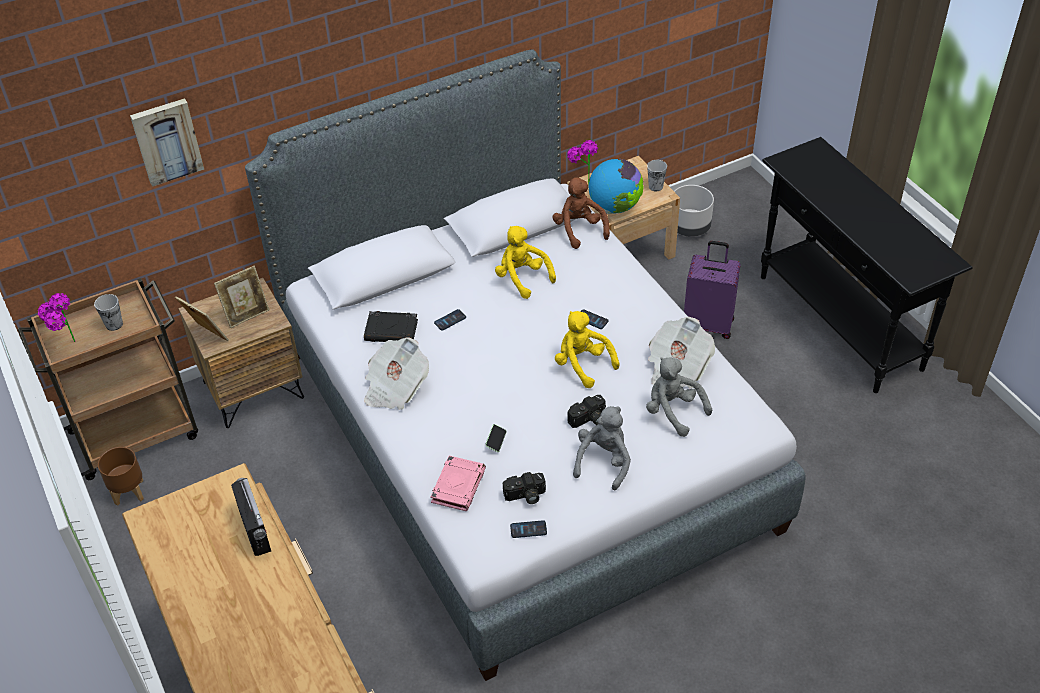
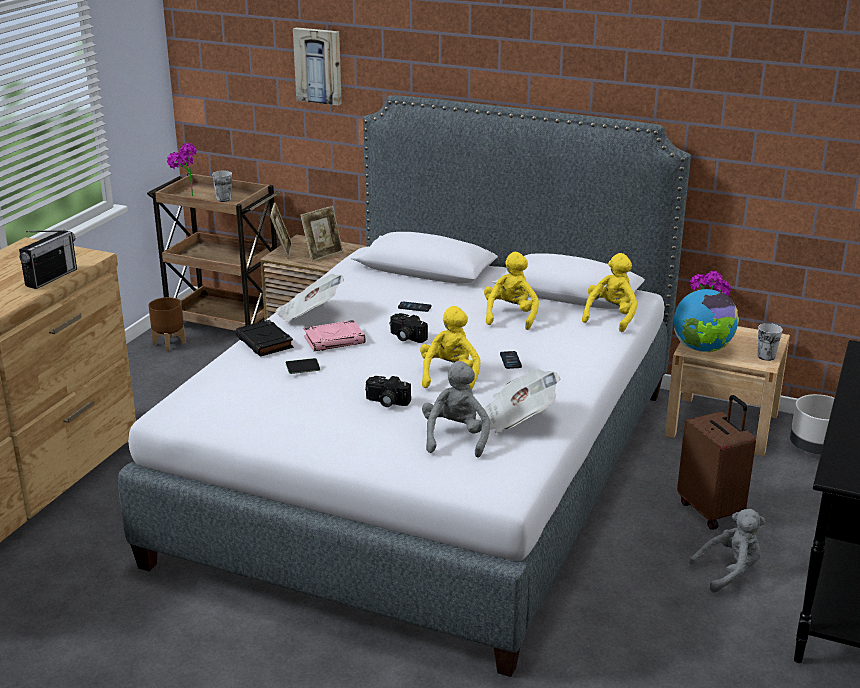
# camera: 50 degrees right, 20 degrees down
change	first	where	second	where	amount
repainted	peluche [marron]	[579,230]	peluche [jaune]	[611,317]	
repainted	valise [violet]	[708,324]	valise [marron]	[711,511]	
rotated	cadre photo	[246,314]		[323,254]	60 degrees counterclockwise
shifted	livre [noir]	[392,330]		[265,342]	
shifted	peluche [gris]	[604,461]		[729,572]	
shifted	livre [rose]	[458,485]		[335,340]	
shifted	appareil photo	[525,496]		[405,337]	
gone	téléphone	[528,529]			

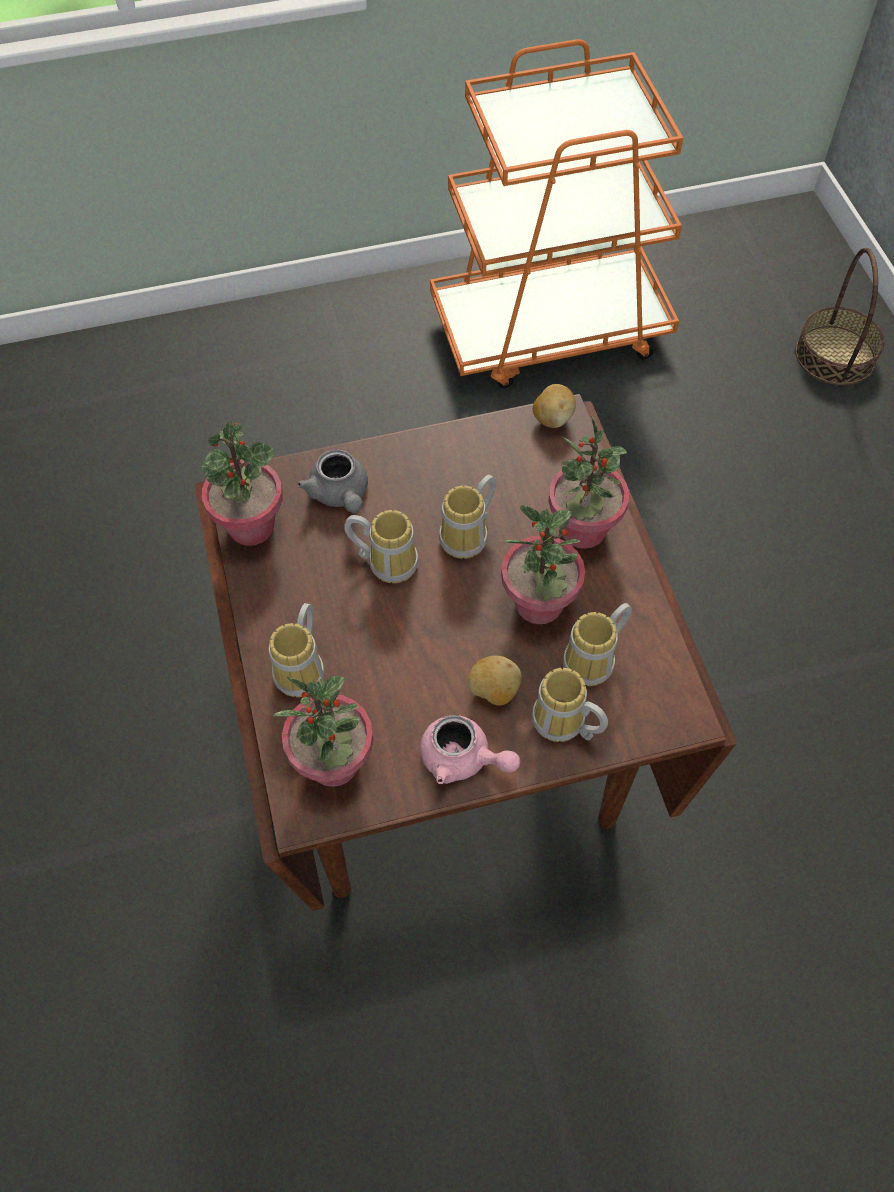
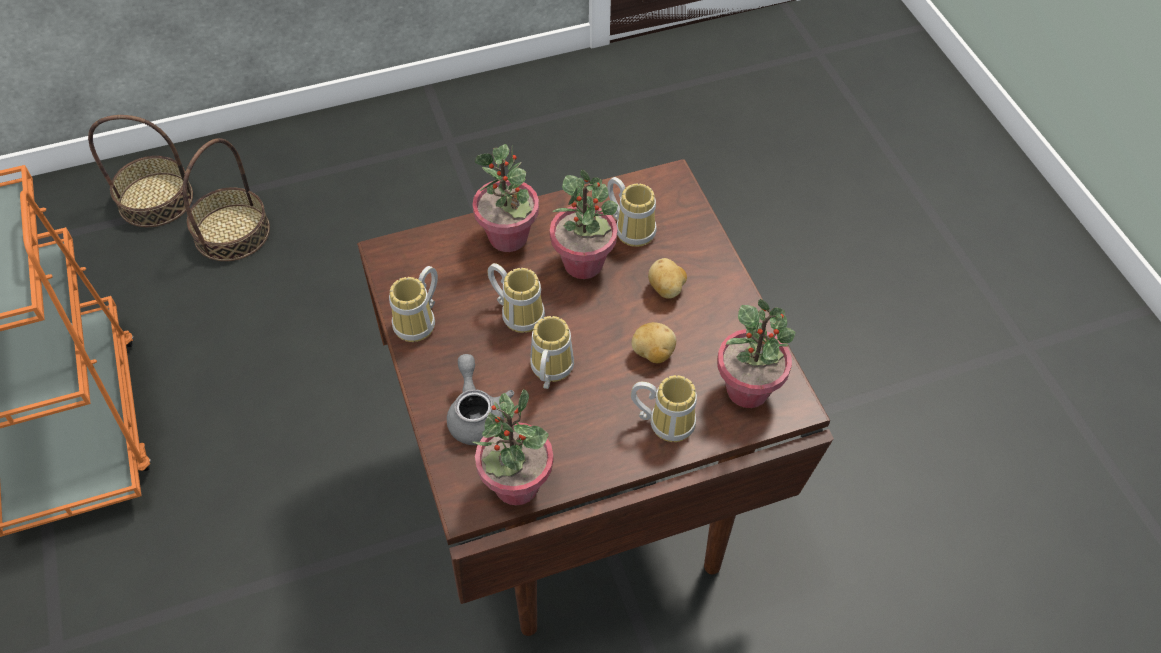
# camera: 95 degrees left, 5 degrees down
change	first	where	second	where	amount
shifted	pomme de terre	[552,418]		[652,353]	
rotated	théière [gris]	[340,495]		[476,414]	75 degrees counterclockwise
shifted	mug	[563,726]		[420,323]	
gone	théière [rose]	[463,759]			
new			panier	[232,232]	

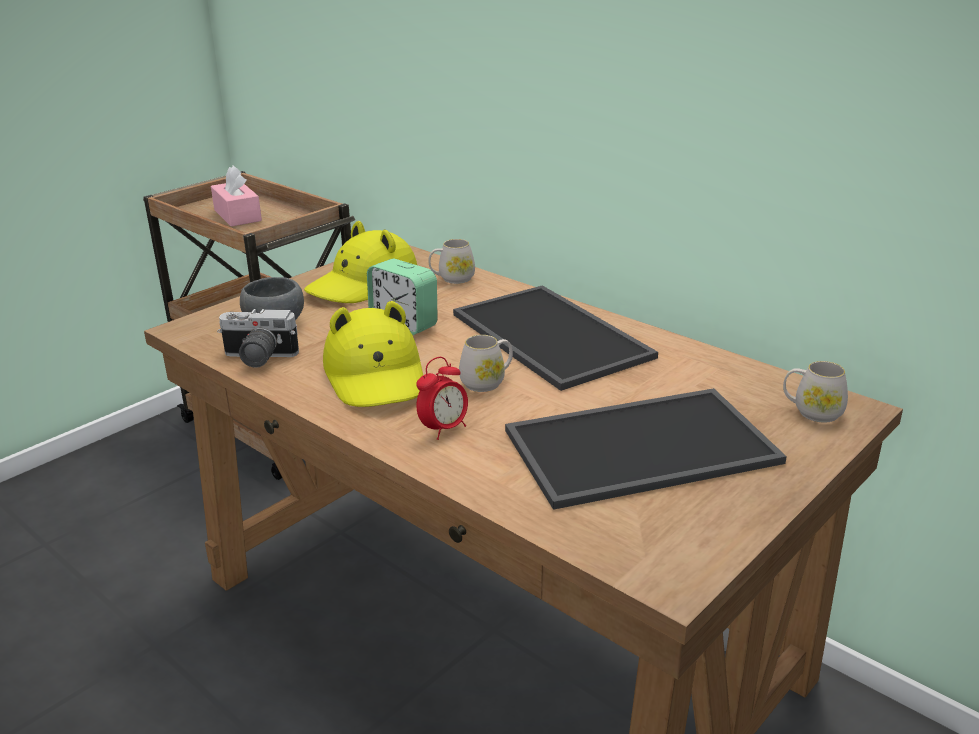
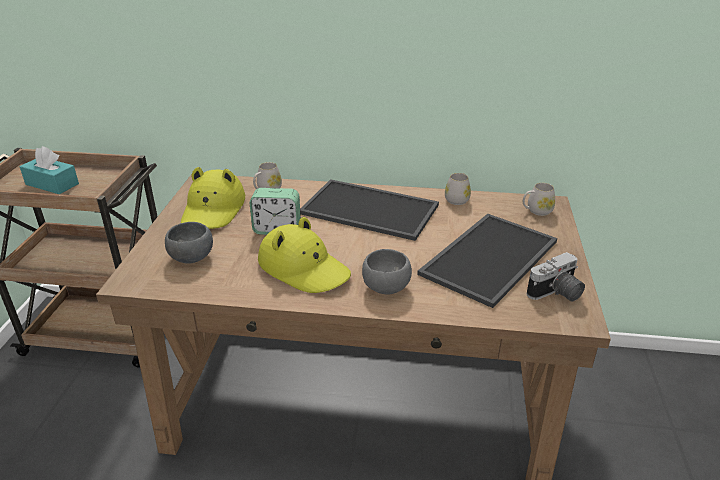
# camera: 35 degrees left, 5 degrees up
change	first	where	second	where	amount
repainted	boîte à mouchoirs [rose]	[237,215]	boîte à mouchoirs [turquoise]	[52,184]	
shifted	appareil photo	[257,358]		[556,294]	
shifted	mug [blanc]	[487,382]		[457,198]	
swapped	réveil	[444,429]	bol [gris]	[385,286]	

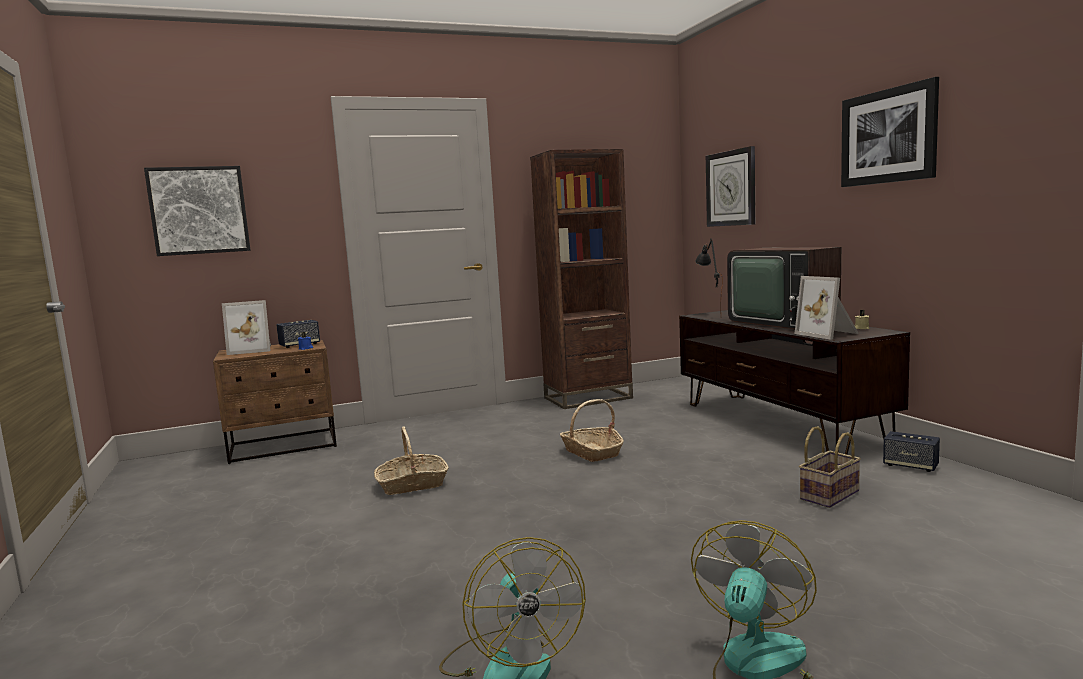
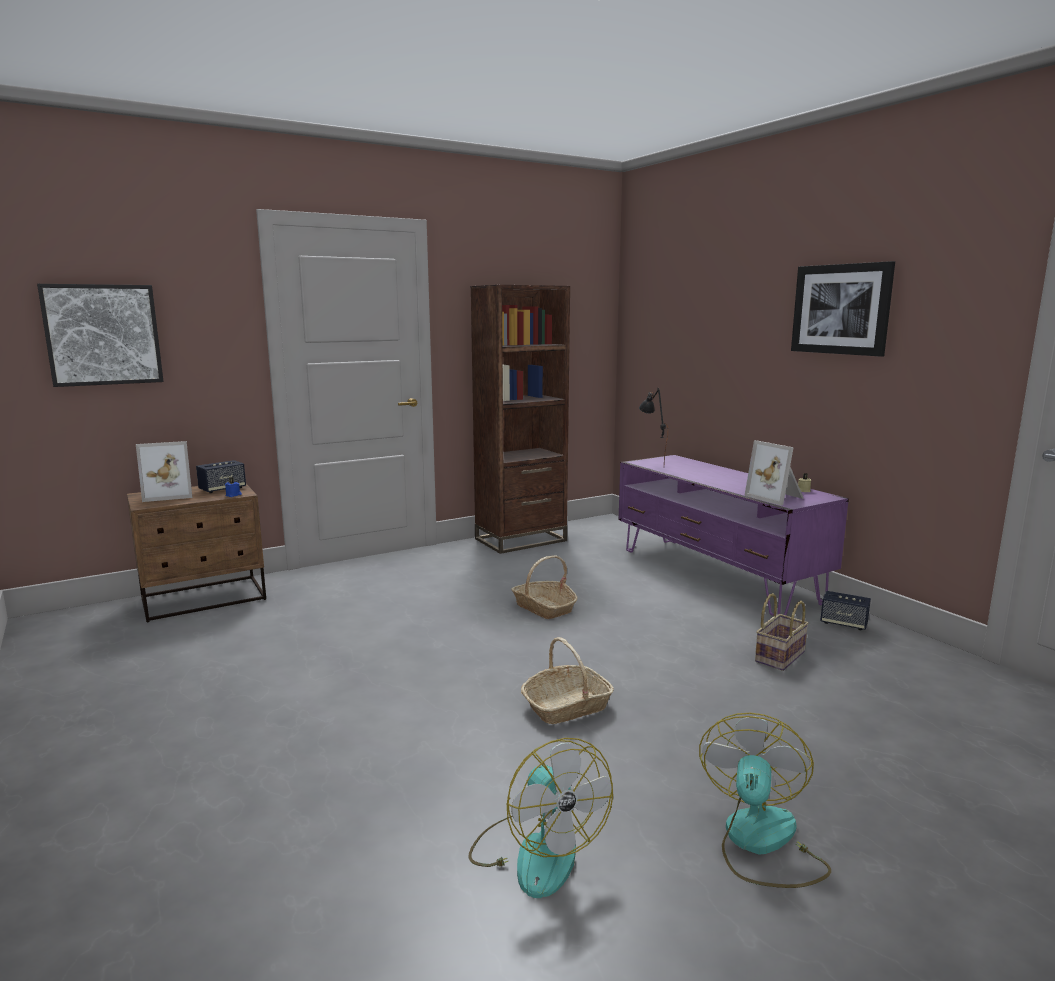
# camera: 10 degrees left, 5 degrees up
change	first	where	second	where	amount
gone	horloge murale	[731,188]			
gone	téléviseur	[785,322]			
repainted	meuble télé [marron]	[779,424]	meuble télé [violet]	[716,574]	
shifted	panier	[412,484]		[567,706]	

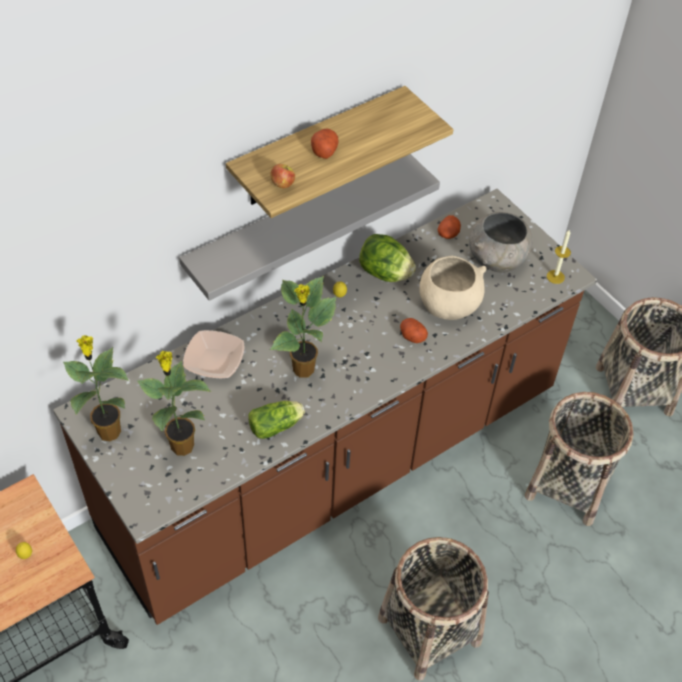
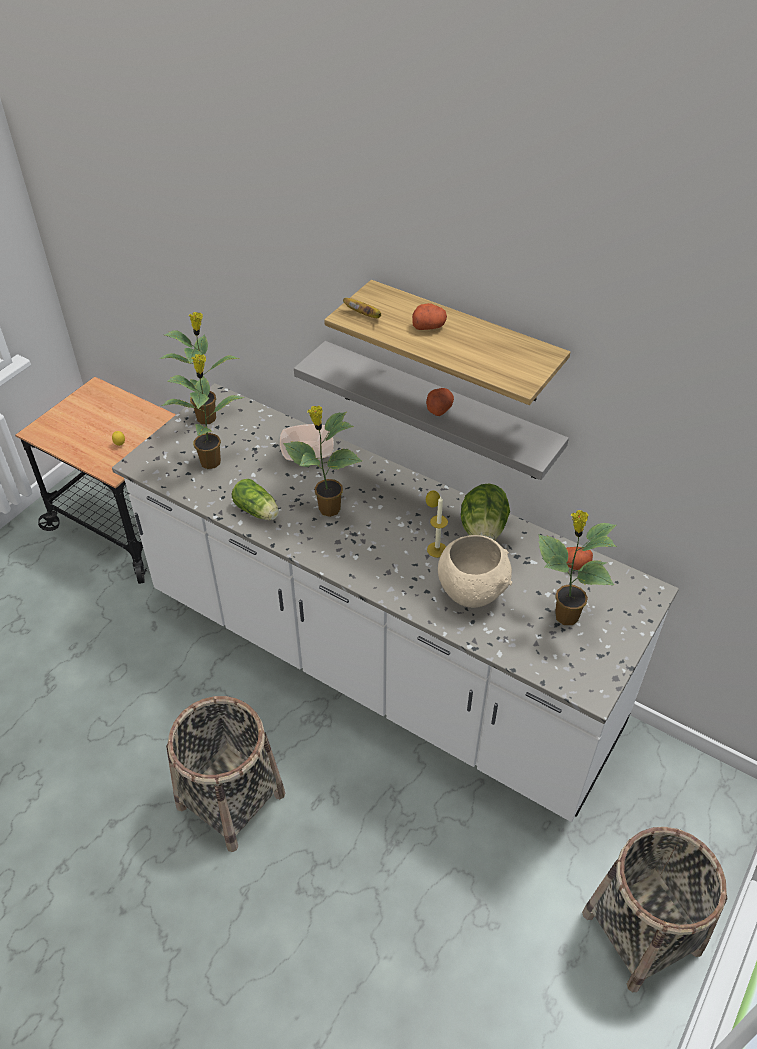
# camera: 70 degrees right, 5 degrees down
change	first	where	second	where	amount
swapped	pomme	[282,184]	banane	[364,315]	
repainted	comptoir de cuisine [marron]	[334,462]	comptoir de cuisine [blanc]	[378,662]	
swapped	bol [gris]	[497,261]	plante en pot	[564,616]	
shifted	bougie	[555,277]		[437,549]	
shifted	pomme de terre	[412,336]		[439,408]	
gone	panier	[568,485]			

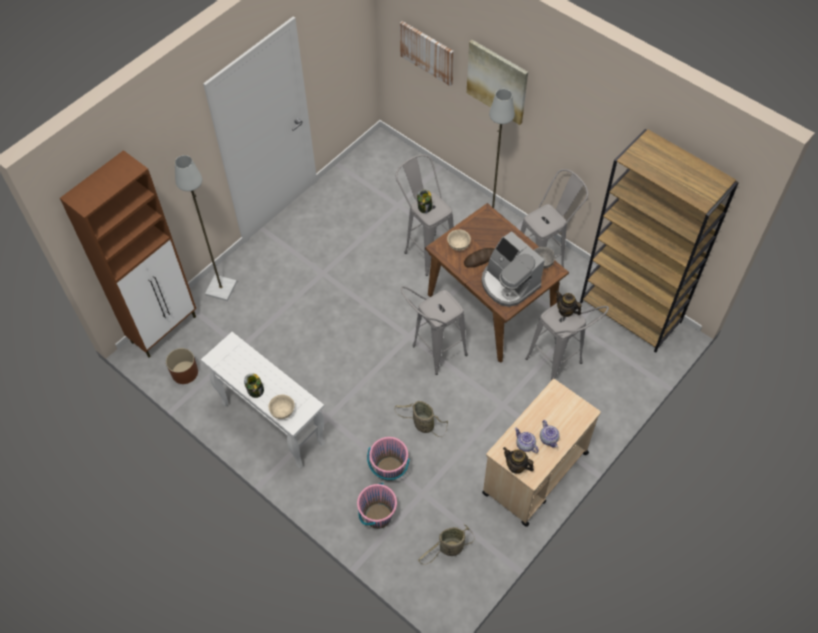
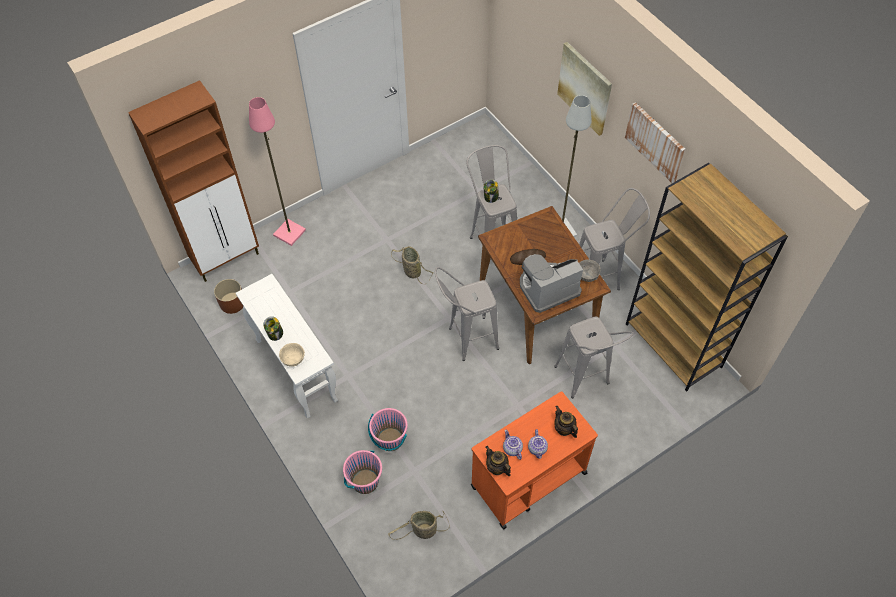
# camera: 15 degrees right, 0 degrees up
change	first	where	second	where	amount
shifted	tableau	[427,52]		[655,142]	
repainted	lampadaire [gris]	[220,288]	lampadaire [rose]	[289,232]	
gone	bol [beige]	[458,245]			
rotated	machine à café	[508,283]		[547,288]	90 degrees clockwise
shifted	théière	[566,311]		[564,428]	
repainted	chariot [beige]	[534,473]	chariot [orange]	[528,480]	
shifted	panier	[422,424]		[411,271]	

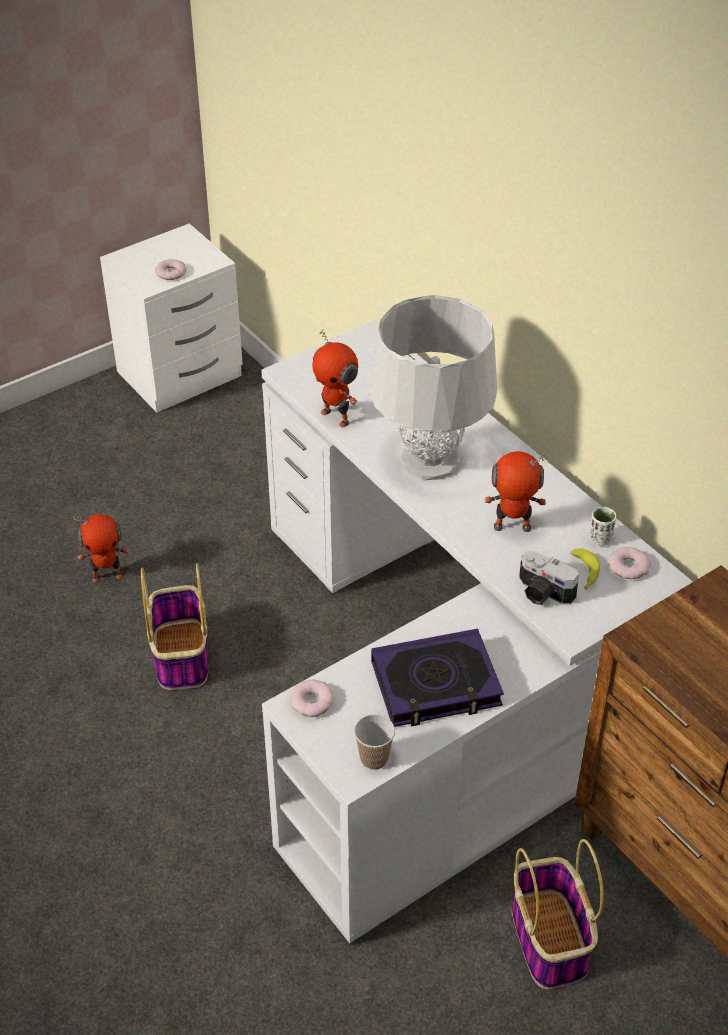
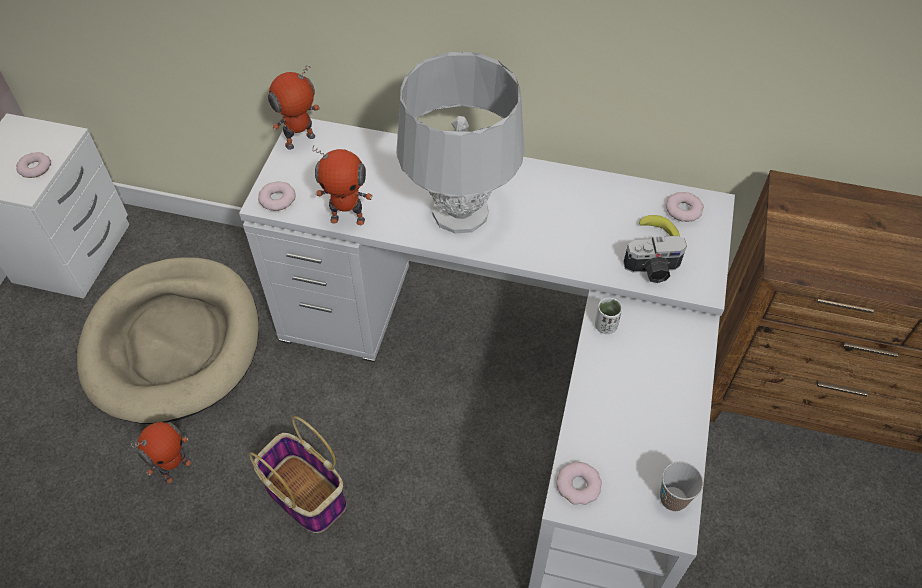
# camera: 40 degrees left, 10 degrees up
change	first	where	second	where	amount
shifted	robot jouet	[512,529]		[301,142]	
shifted	tasse [blanc]	[600,539]		[605,326]	
gone	livre	[436,685]			
gone	panier	[550,940]			
new			beignet	[277,199]	
new			panier pour chien [beige]	[173,342]	

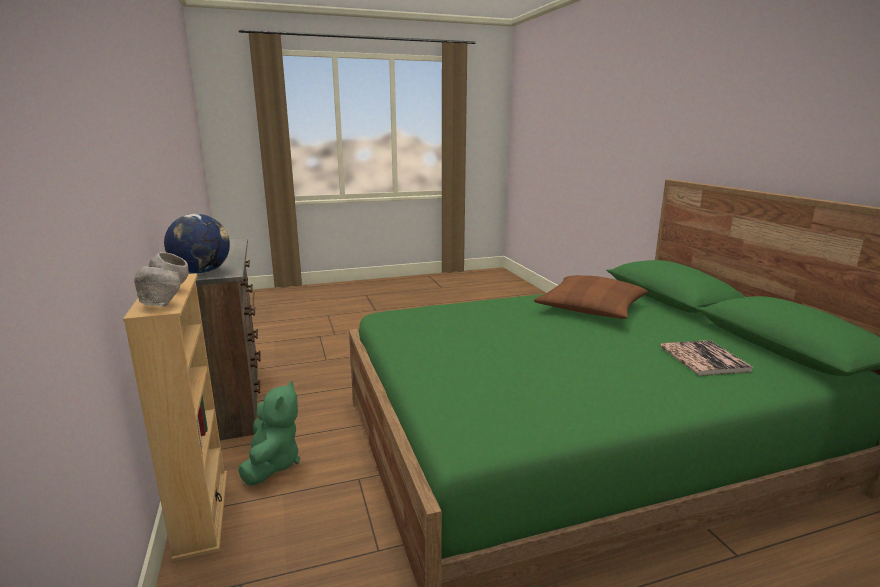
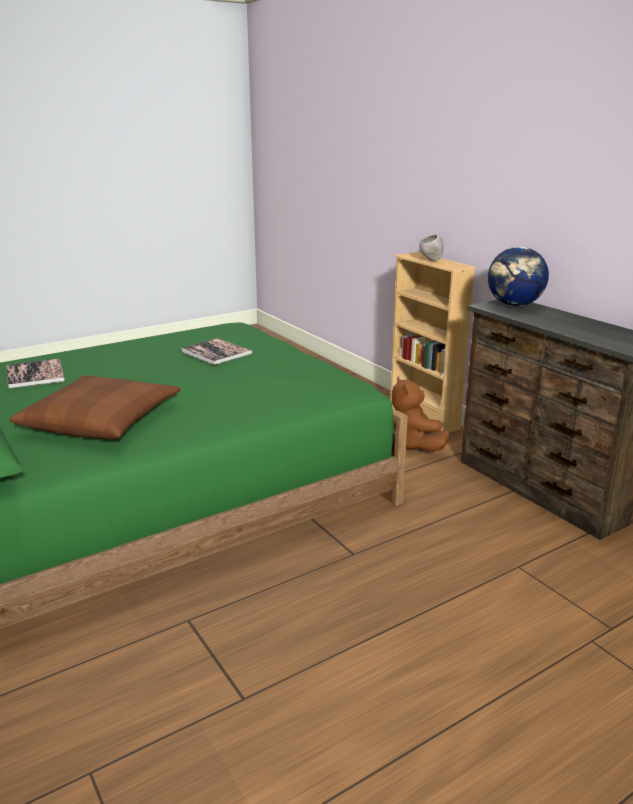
# camera: 165 degrees right, 5 degrees up
change	first	where	second	where	amount
gone	bol [gris]	[160,306]			
repainted	peluche [vert]	[272,464]	peluche [marron]	[414,445]	
new			livre	[216,352]	

